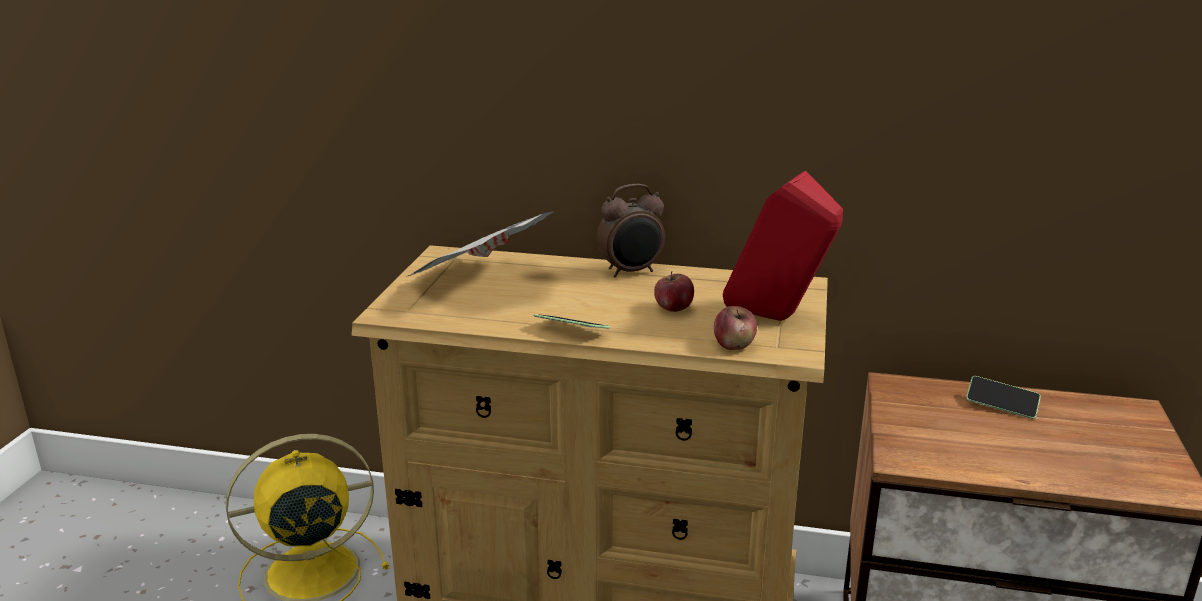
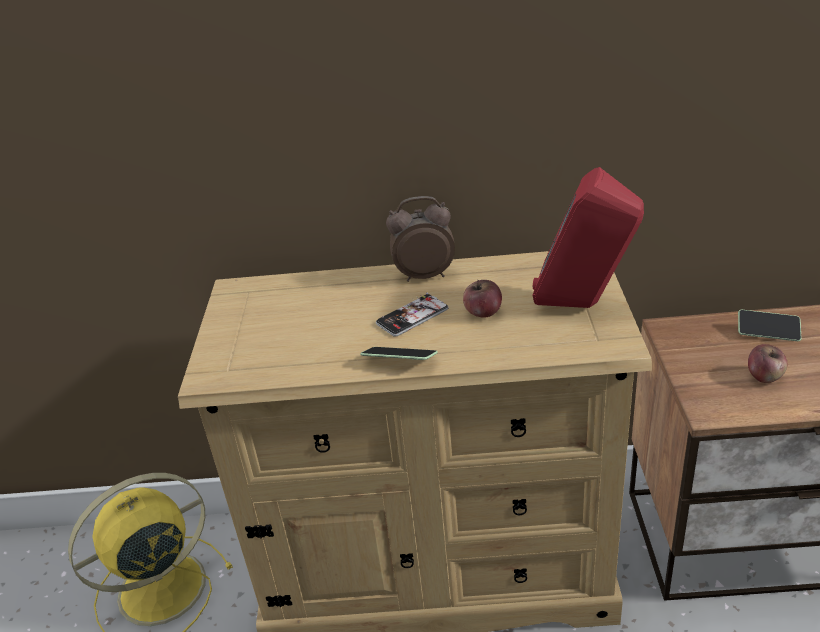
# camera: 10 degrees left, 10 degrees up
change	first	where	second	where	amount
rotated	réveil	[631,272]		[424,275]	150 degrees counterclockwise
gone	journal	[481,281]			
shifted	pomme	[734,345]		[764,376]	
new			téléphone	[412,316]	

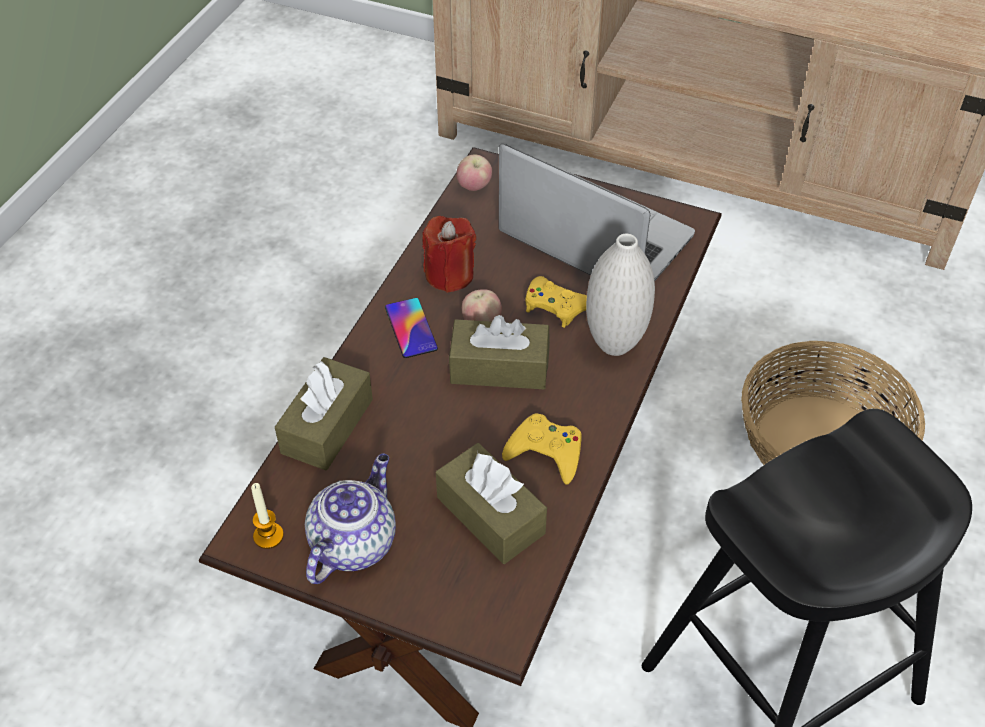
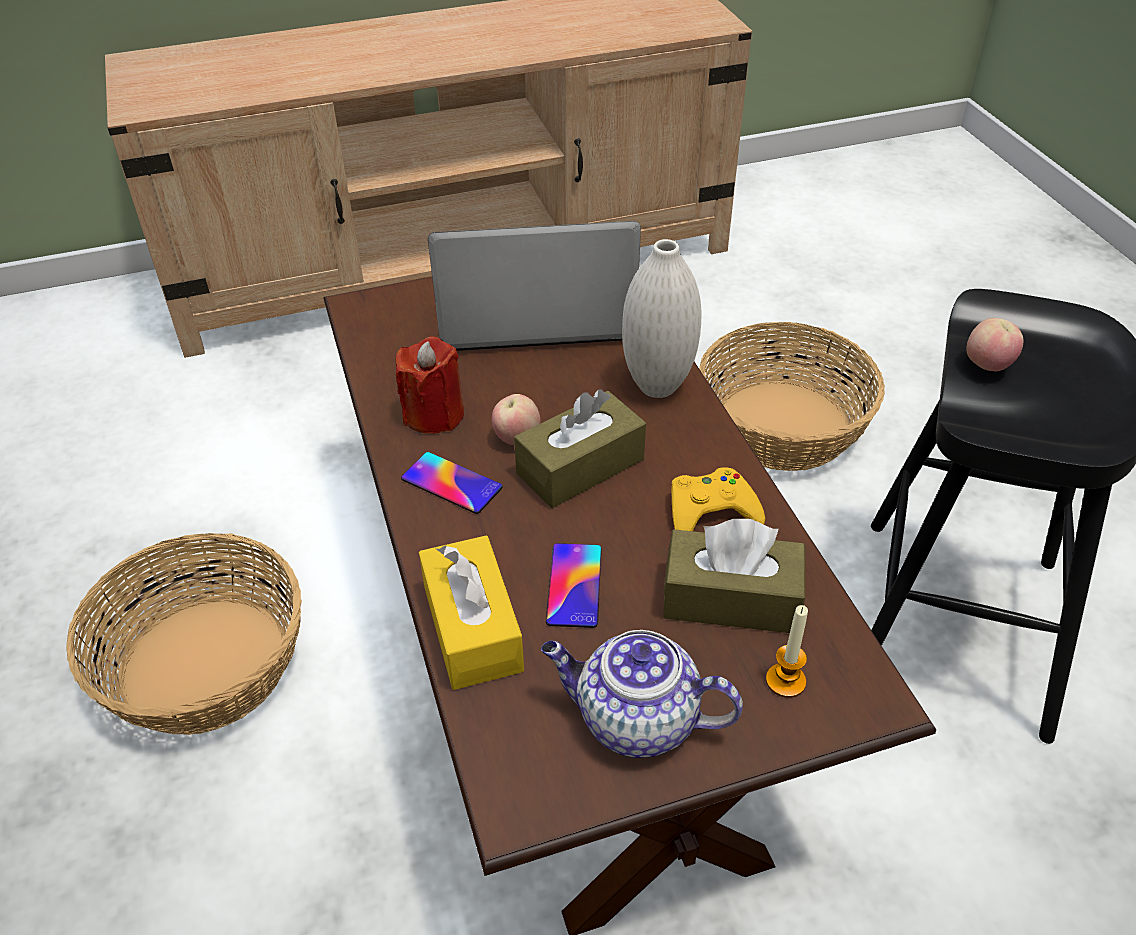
# camera: 40 degrees left, 5 degrees down
change	first	where	second	where	amount
shifted	pomme	[474,187]		[987,366]	
gone	manette [jaune]	[556,305]			
repainted	boîte à mouchoirs [marron]	[327,426]	boîte à mouchoirs [jaune]	[472,628]	
rotated	théière	[353,542]		[635,720]	60 degrees counterclockwise
shifted	bougie	[268,536]		[785,681]	
new			panier	[205,666]	
new			téléphone	[574,585]	

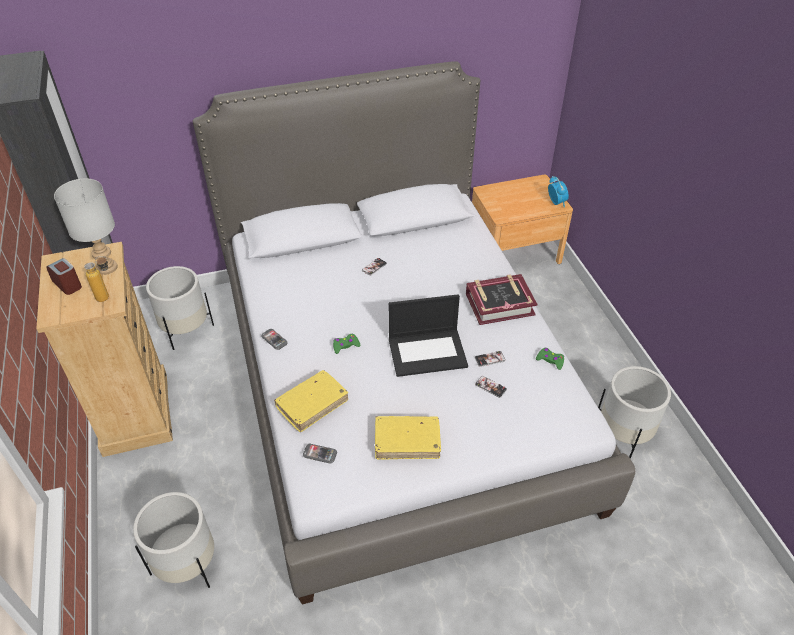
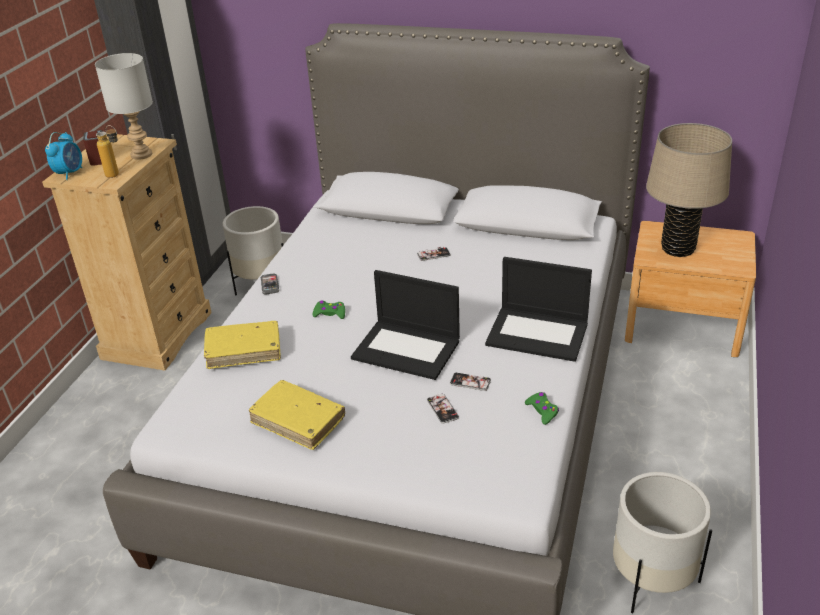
# camera: 35 degrees right, 10 degrees down
change	first	where	second	where	amount
shifted	réveil	[556,202]		[70,173]	
swapped	livre	[499,304]	ordinateur portable	[538,333]	
gone	téléphone	[320,454]			
gone	cache-pot [blanc]	[187,564]			
new			lampe de table [beige]	[678,249]	

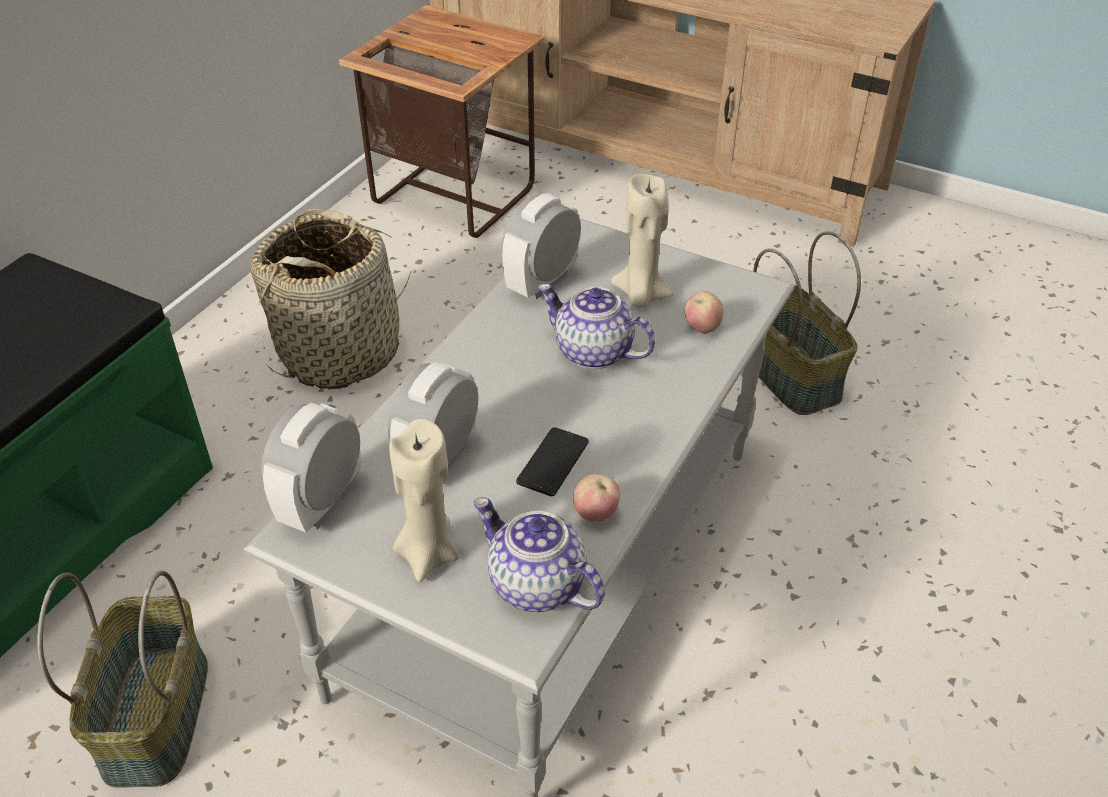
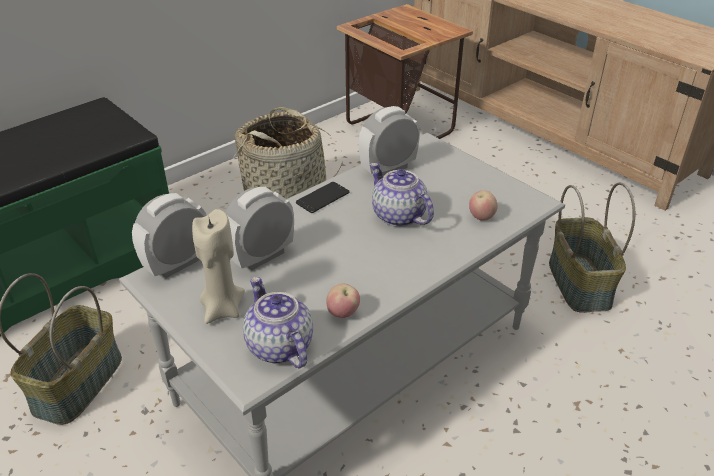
# camera: 20 degrees right, 5 degrees down
change	first	where	second	where	amount
gone	bougie [beige]	[640,295]			
shifted	téléphone	[553,462]		[322,198]	

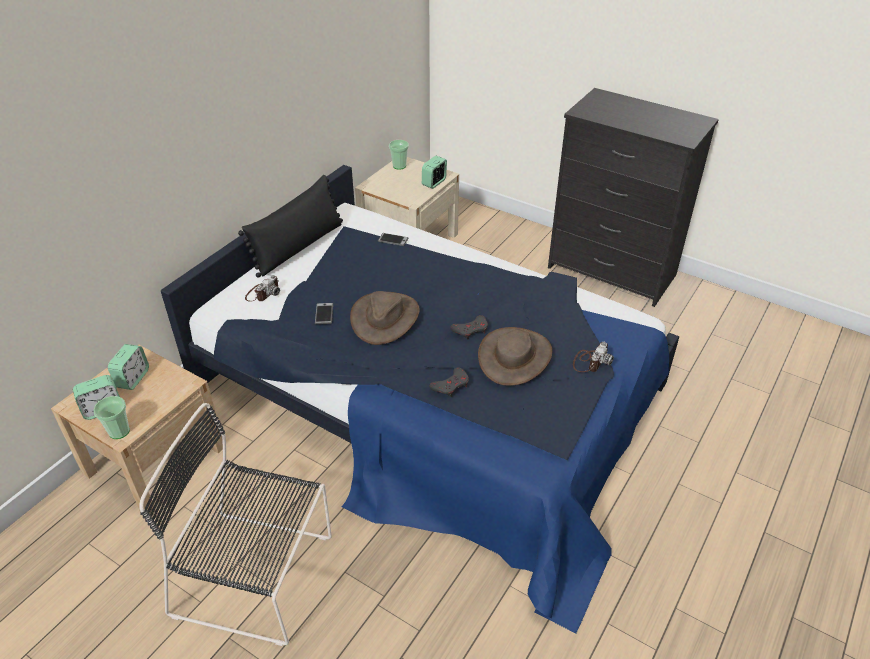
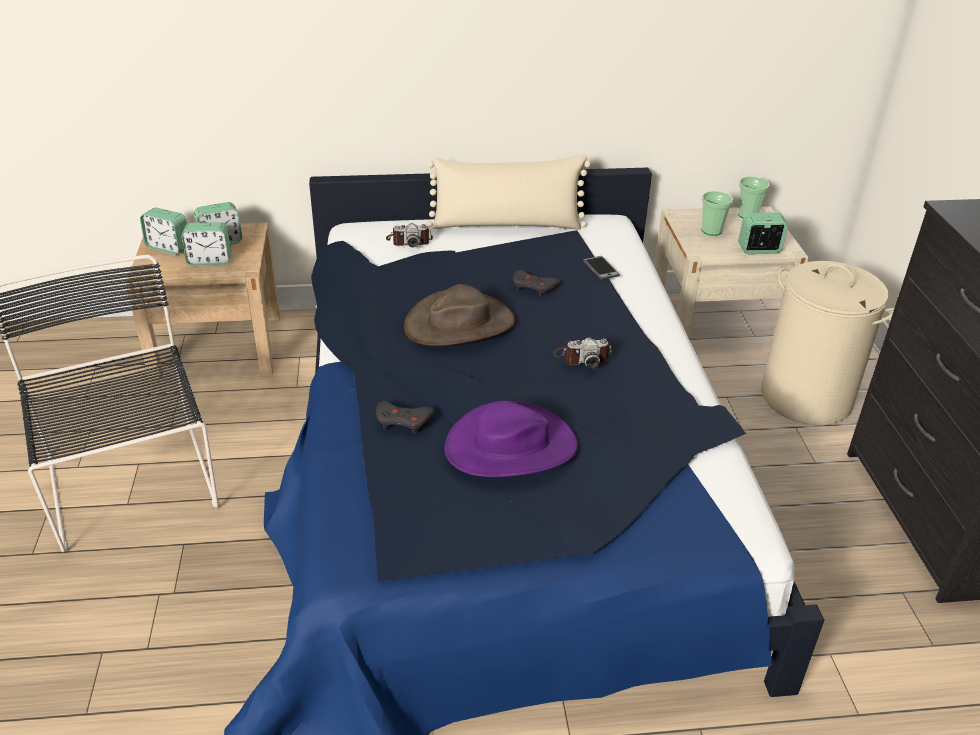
# camera: 50 degrees right, 5 degrees down
change	first	where	second	where	amount
repainted	coussin [noir]	[298,247]	coussin [beige]	[507,225]	
gone	téléphone	[324,314]			
shifted	manette [gris]	[471,330]		[534,286]	
repainted	chapeau [marron]	[515,357]	chapeau [violet]	[511,447]	
shifted	appareil photo	[590,361]		[582,357]	
shifted	tasse	[119,431]		[711,231]	
new			réveil	[209,261]	
new			panier à linge [beige]	[806,398]	

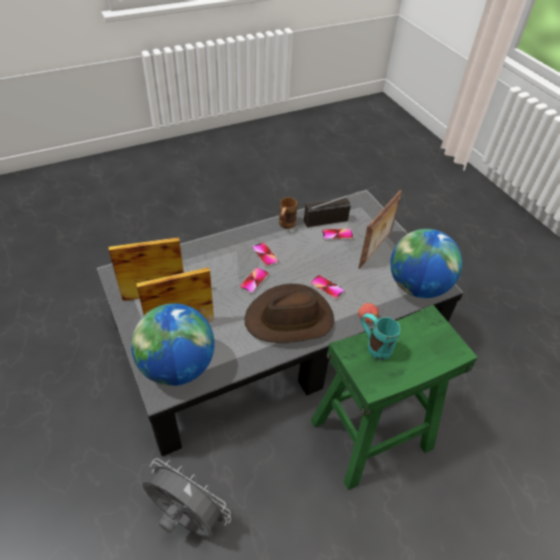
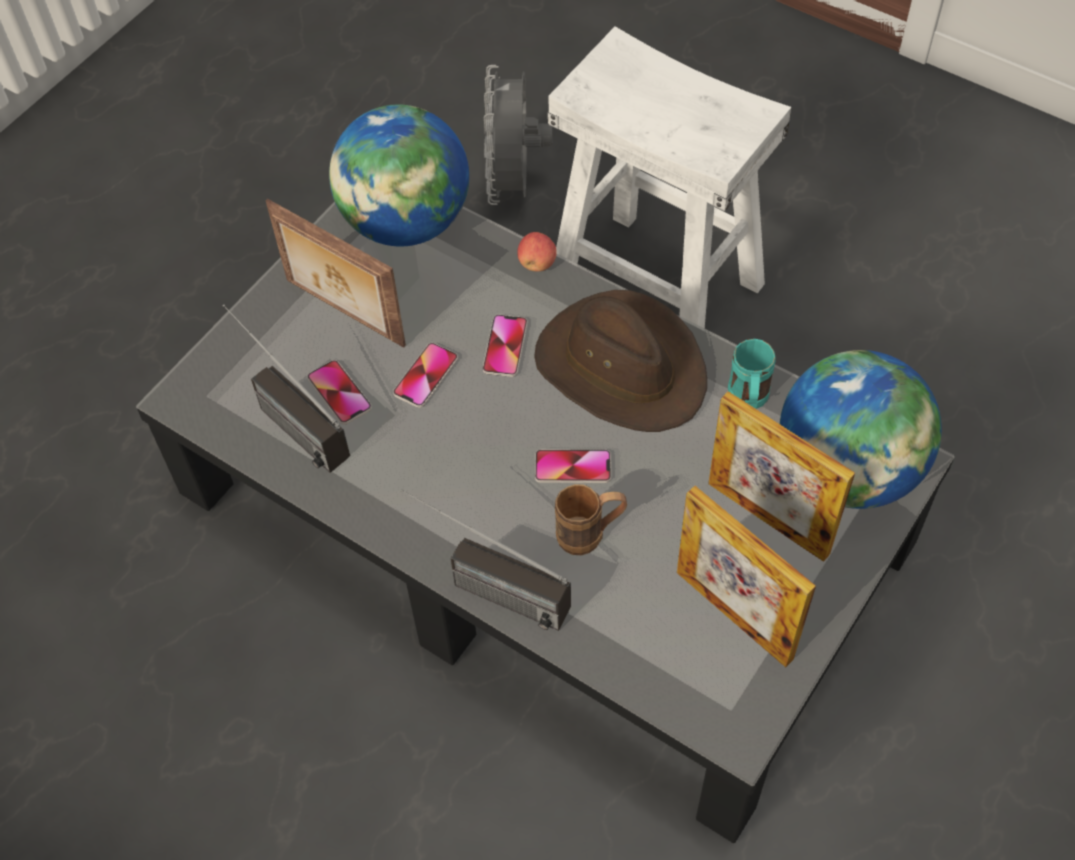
# camera: 115 degrees left, 10 degrees up
change	first	where	second	where	amount
rotated	cadre photo	[376,249]		[343,314]	150 degrees counterclockwise
shifted	mug [marron]	[285,226]		[590,535]	
shifted	téléphone	[265,255]		[426,376]	
repainted	tabouret [vert]	[371,435]	tabouret [blanc]	[657,289]	
shifted	mug [turquoise]	[374,346]		[747,402]	
shifted	ventilateur [gris]	[186,518]		[514,183]	
new			radio	[482,587]	

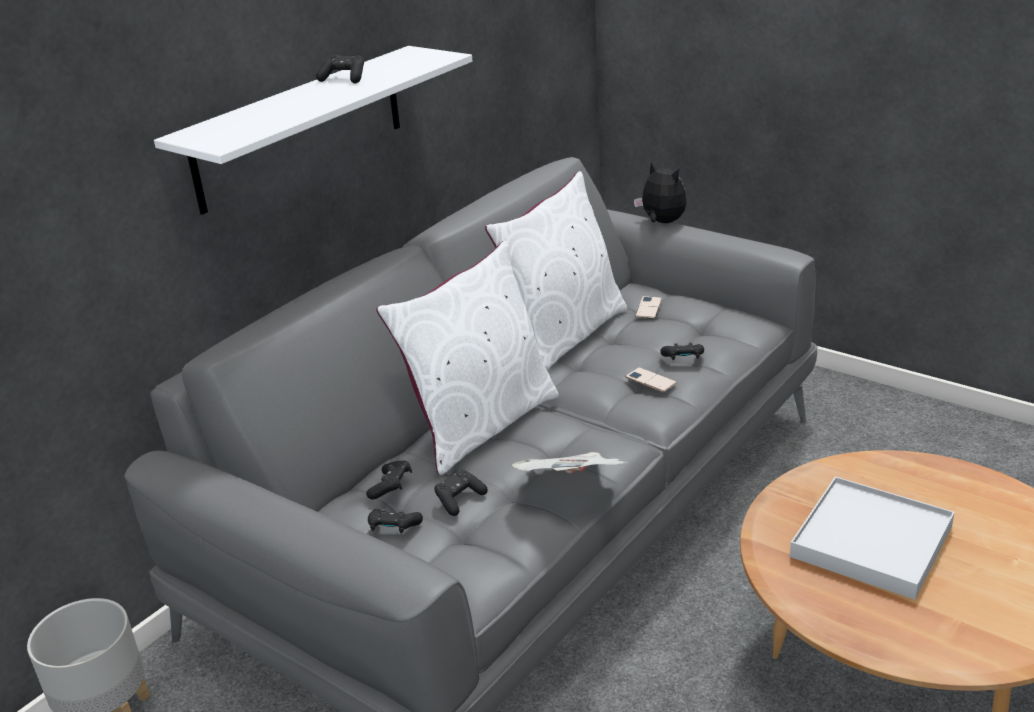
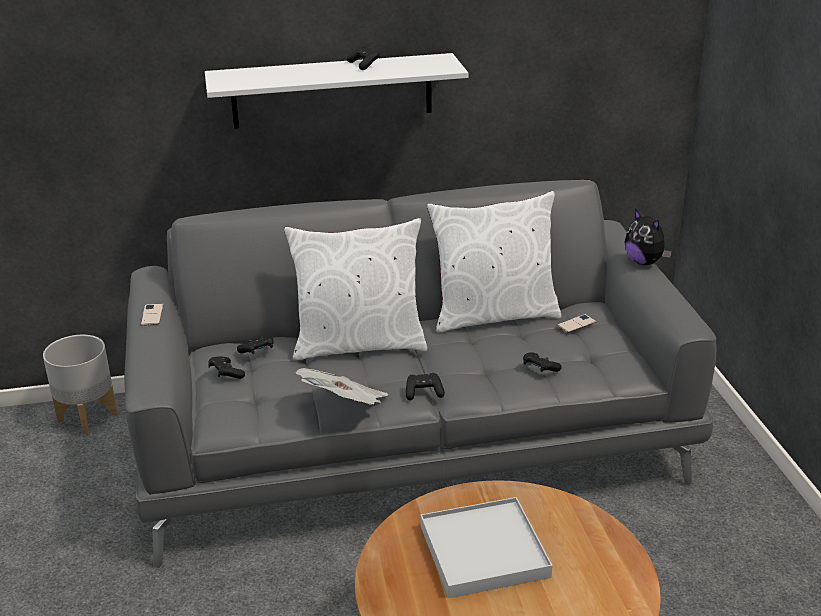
# camera: 40 degrees right, 0 degrees up
change	first	where	second	where	amount
rotated	peluche	[661,222]		[644,262]	150 degrees clockwise
shifted	téléphone	[650,380]		[152,315]	
shifted	manette [noir]	[459,499]		[424,393]	

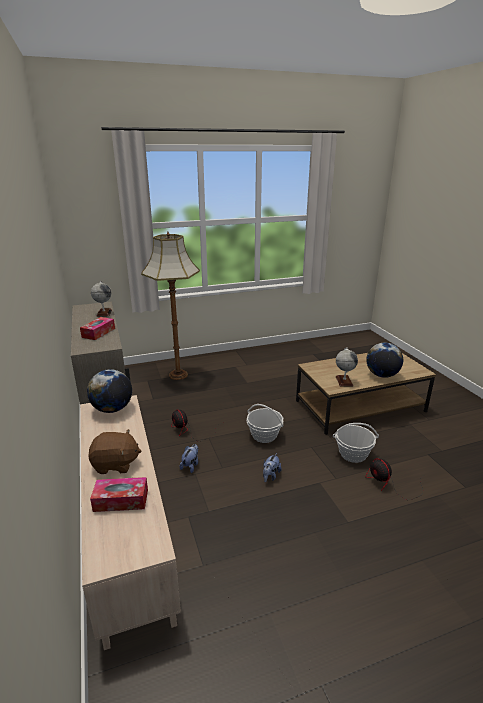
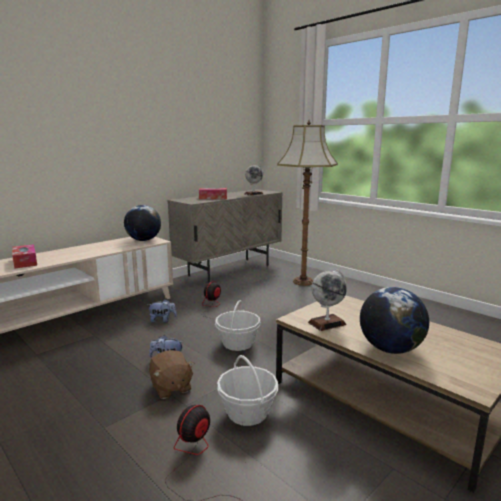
# camera: 65 degrees right, 10 degrees down
change	first	where	second	where	amount
shifted	peluche [marron]	[115,464]		[171,387]	

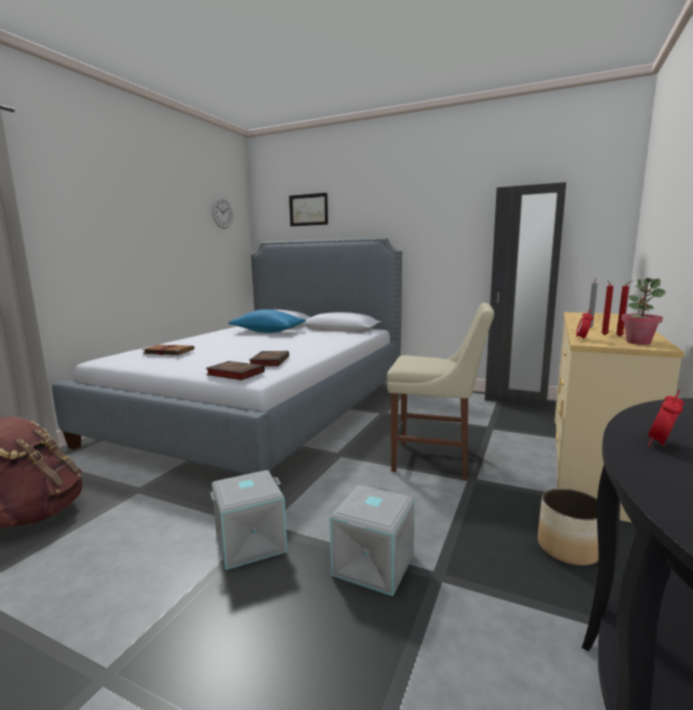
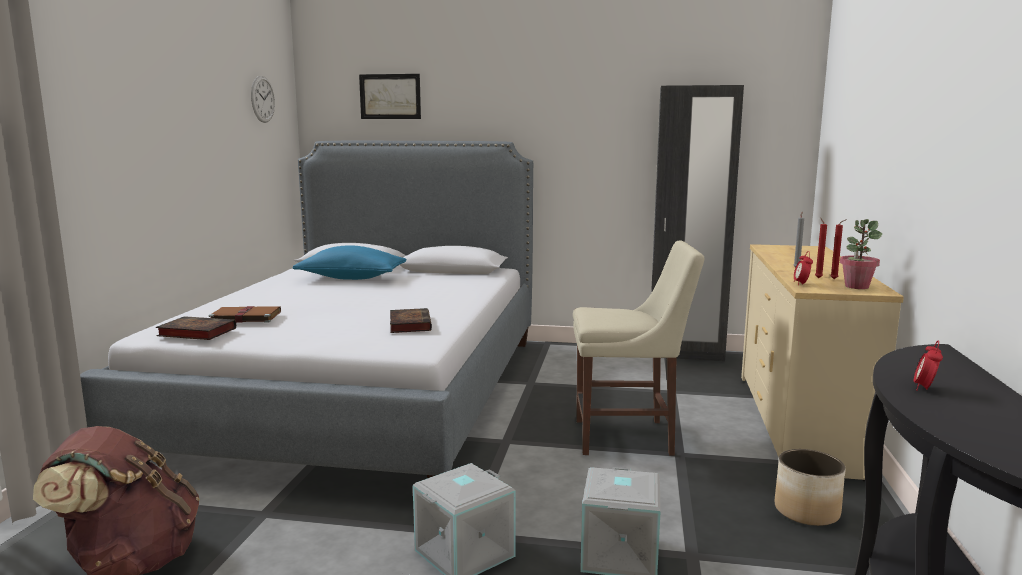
# camera: 15 degrees left, 0 degrees up
change	first	where	second	where	amount
shifted	livre	[234,374]		[195,332]	

